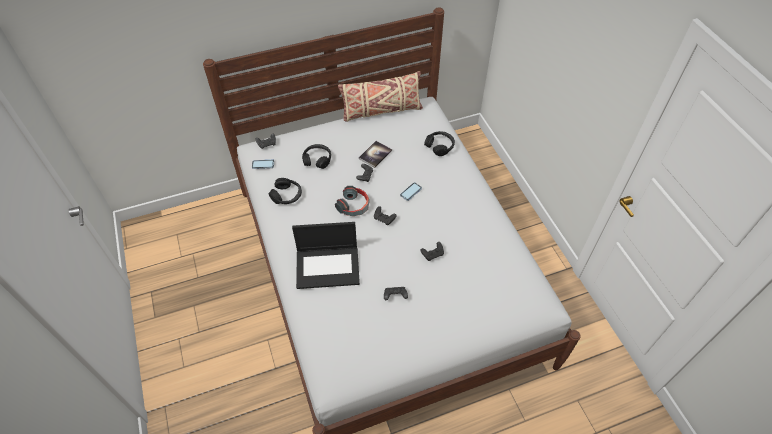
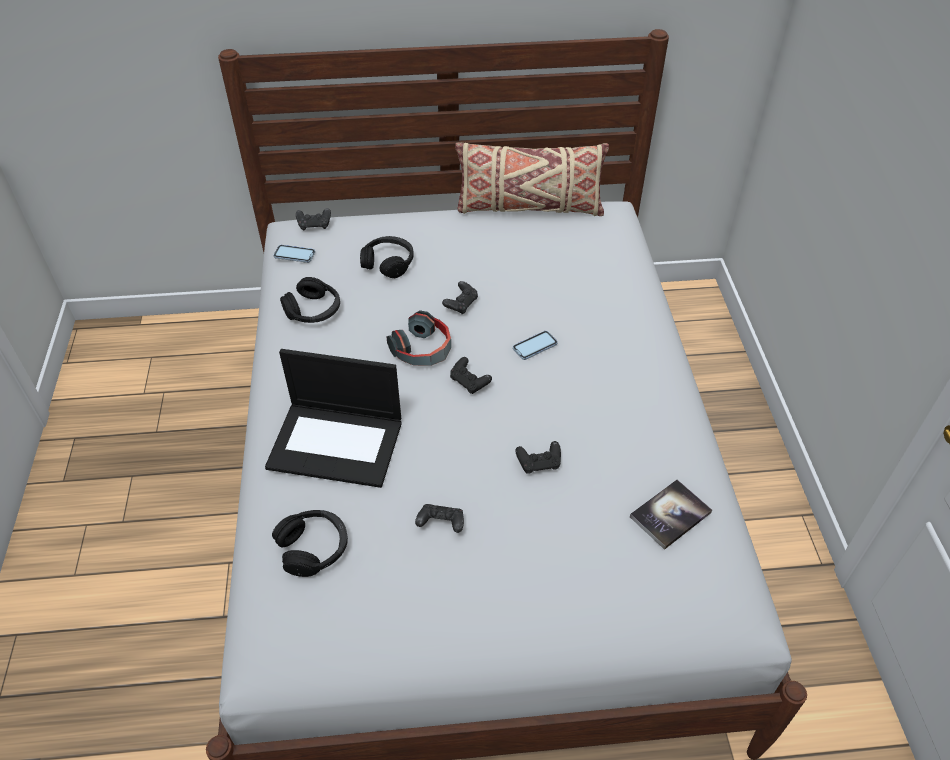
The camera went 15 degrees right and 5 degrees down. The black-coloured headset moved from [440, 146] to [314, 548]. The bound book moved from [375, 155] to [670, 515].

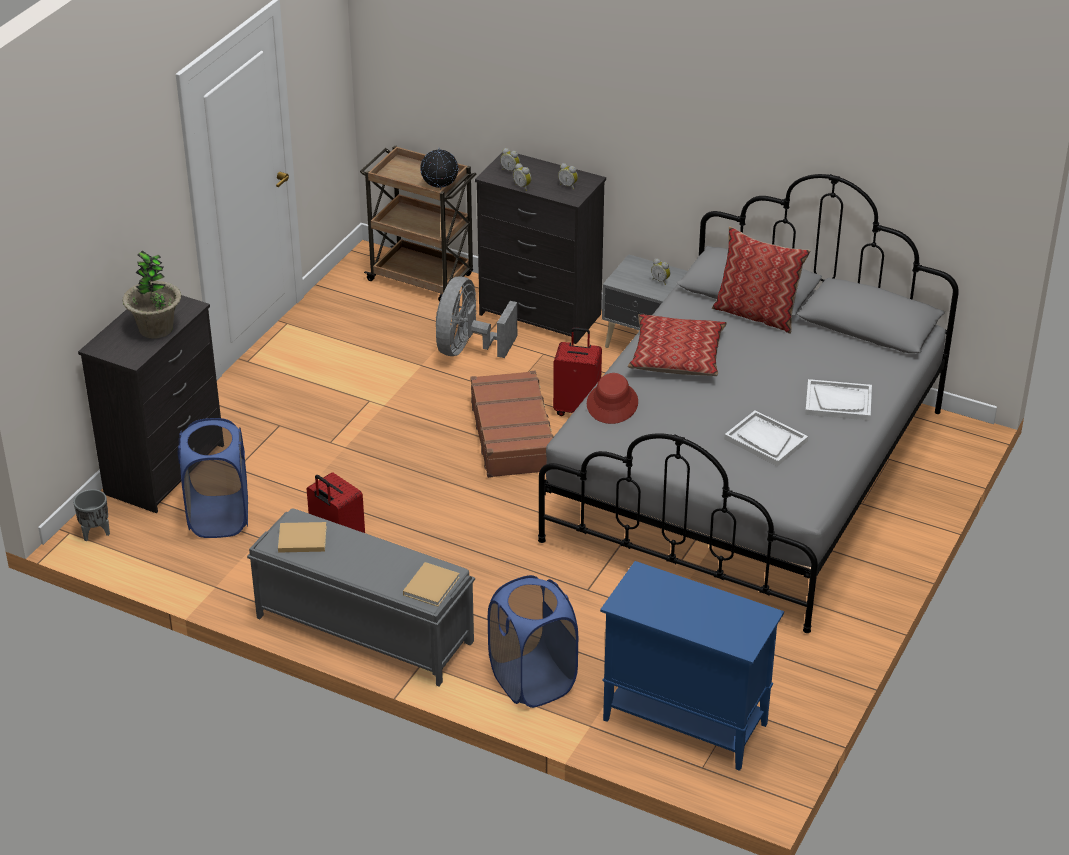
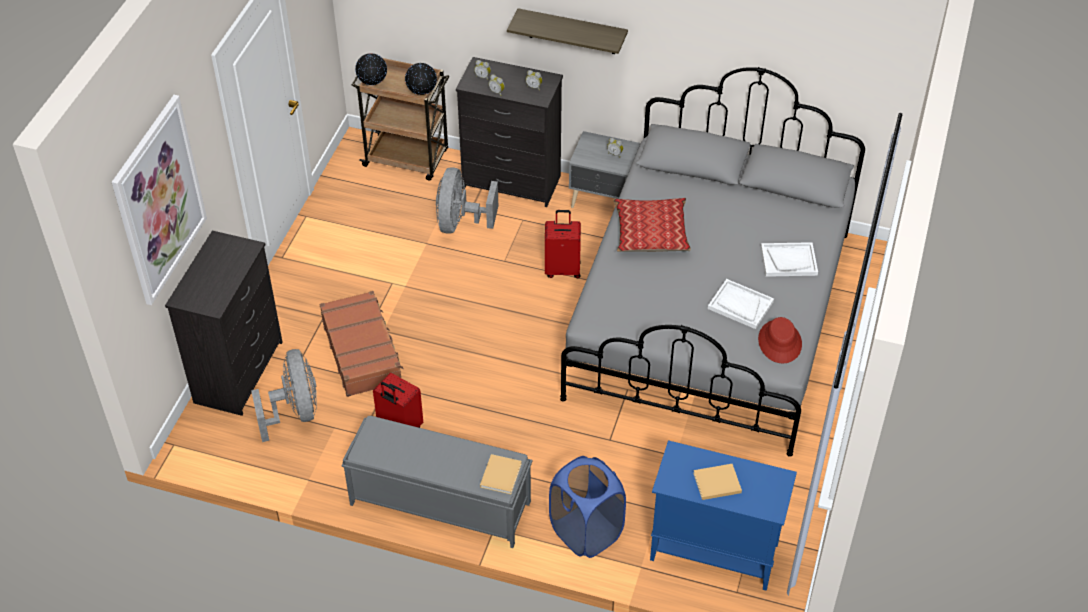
The camera went 10 degrees left and 10 degrees up. The picture at [159, 200] appeared. The blue laundry basket at [219, 517] was replaced by the greyish electric fan at [295, 412]. The brown piece of luggage moved from [513, 436] to [362, 351]. The globe at [372, 84] appeared. The bracket shelf at [572, 32] appeared. The sand-coloured bound book moved from [300, 539] to [715, 483]. The red-coloured clothing hat moved from [612, 403] to [780, 342]. The greyish flower pot at [95, 533] disappeared. The potted plant at [156, 329] disappeared. The cushion at [757, 314] disappeared.

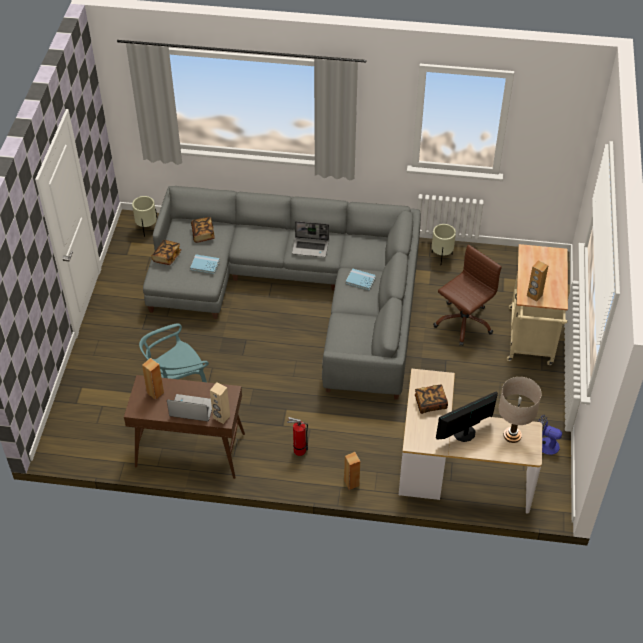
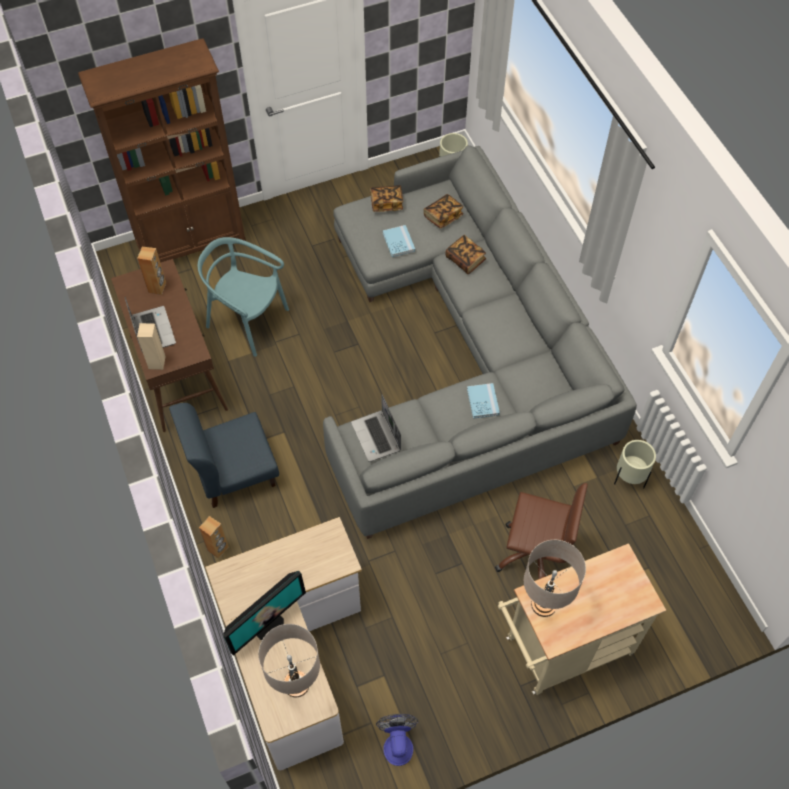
The camera went 60 degrees right and 10 degrees up. The brown bookshelf at [192, 243] appeared. The fire-fighting cylinder at [298, 450] was replaced by the blue chair at [234, 472]. The computer screen at [464, 433] turned 105 degrees clockwise. The laptop moved from [311, 247] to [377, 437]. The bound book moved from [430, 403] to [465, 260]. The brown loudspeaker at [534, 295] was replaced by the sand-coloured tabletop lamp at [544, 605].

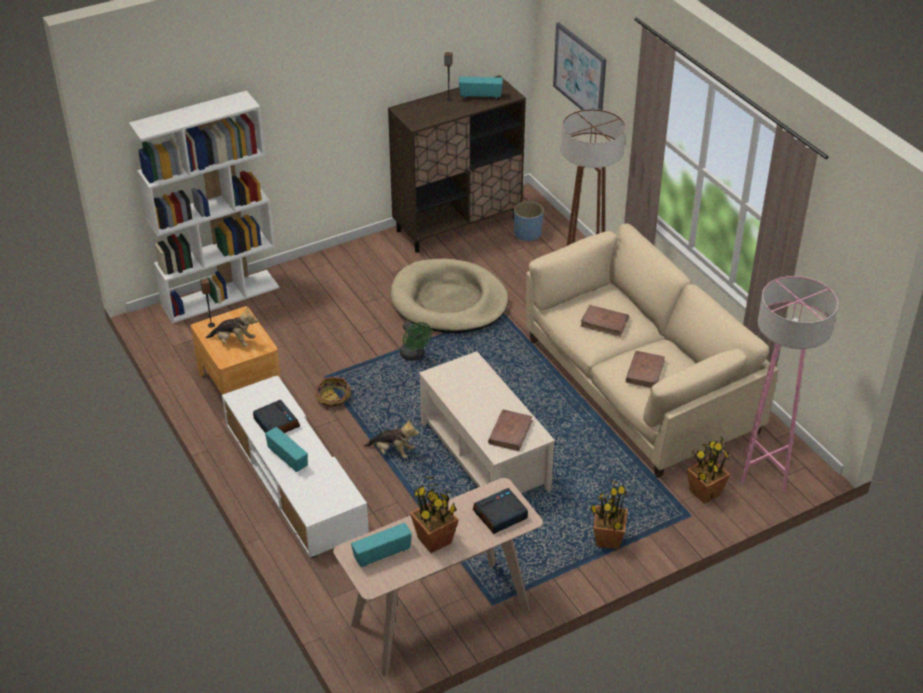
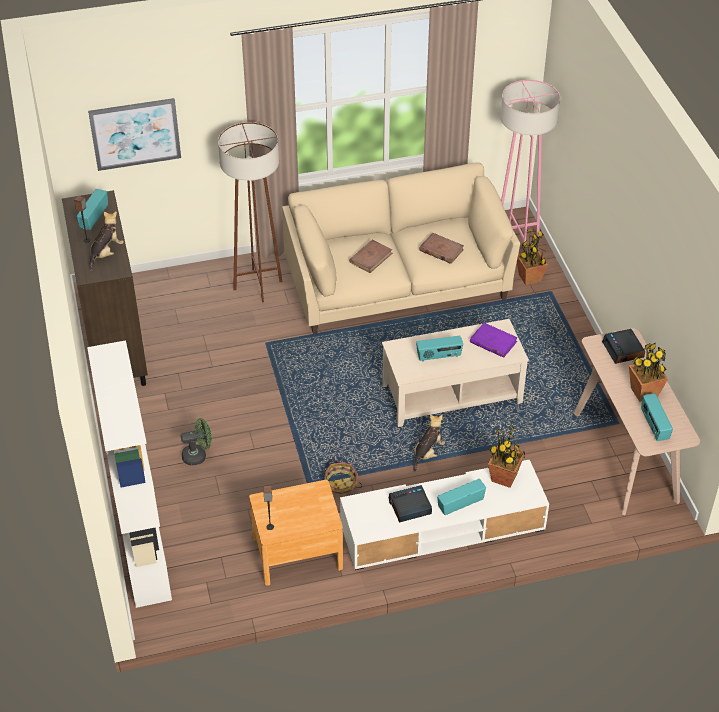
The camera went 75 degrees left and 5 degrees up. The soft toy moved from [234, 342] to [106, 253]. The green-coloured electric fan moved from [414, 356] to [198, 455]. The radio set at [439, 356] appeared. The brown bound book at [510, 432] became the purplish bound book at [493, 342]. The potted plant moved from [608, 540] to [504, 477]. The sand-coloured dog cushion at [449, 301] disappeared. The blue flower pot at [528, 234] disappeared.

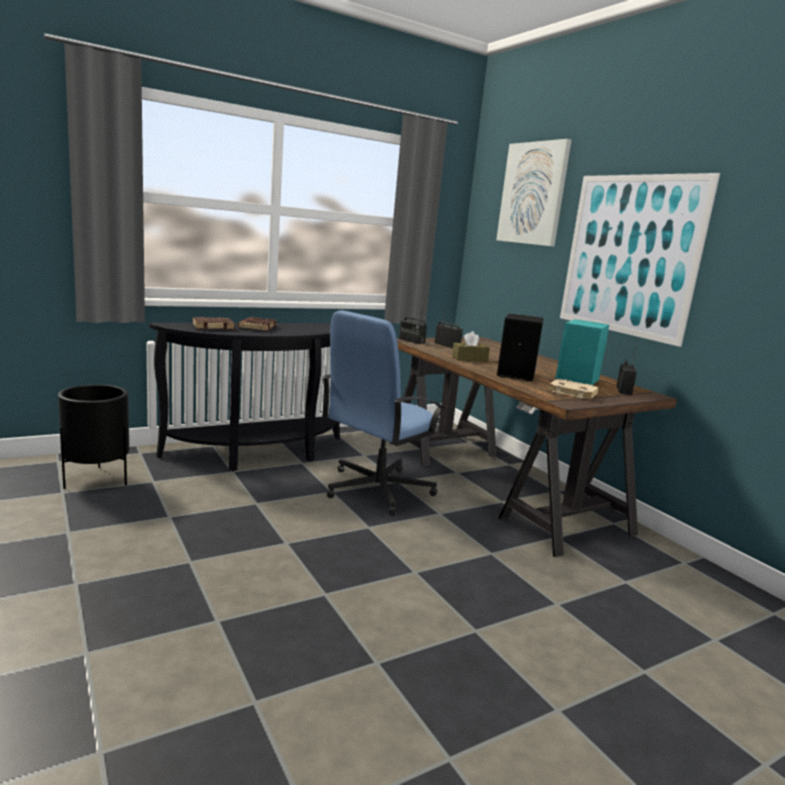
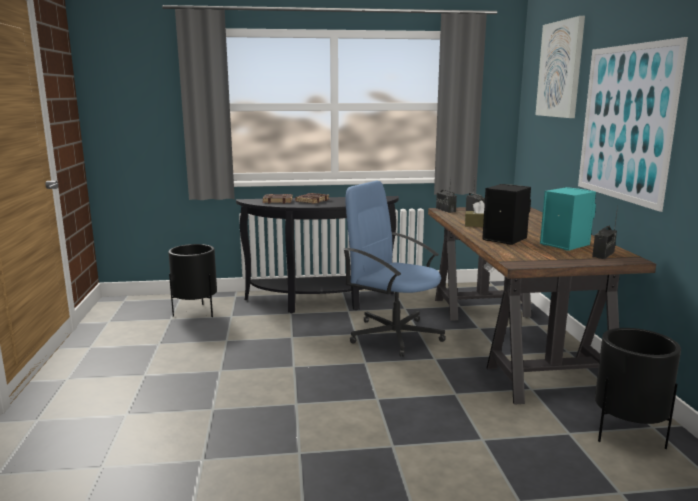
The camera went 25 degrees right and 0 degrees up. The blue office chair at [376, 489] turned 60 degrees clockwise. The black-coloured flower pot at [627, 435] appeared. The sand-coloured bound book at [573, 393] disappeared.

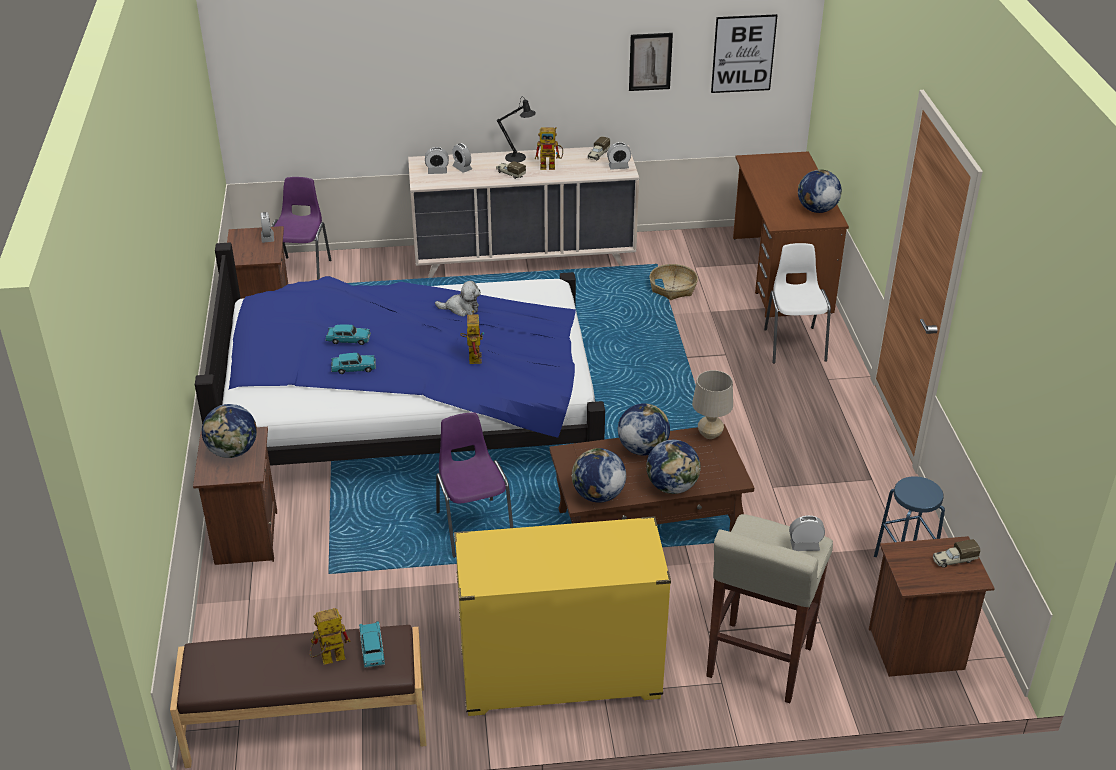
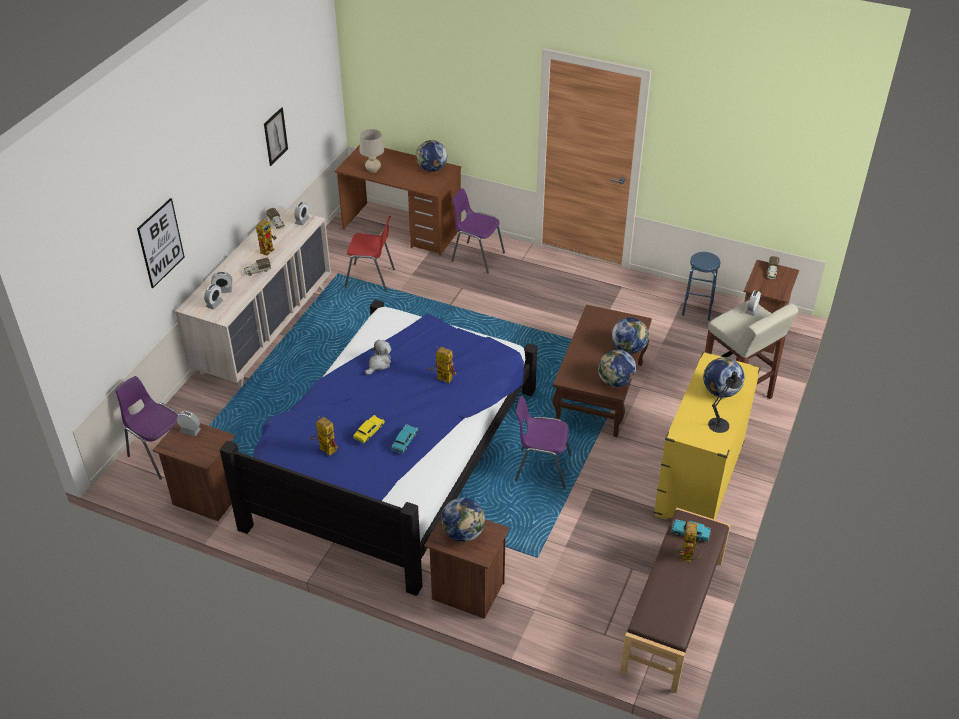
The camera went 60 degrees left and 5 degrees up. The picture moved from [743, 53] to [161, 243]. The model robot at [324, 449] appeared. The basket at [672, 288] was replaced by the red-coloured chair at [371, 278]. The turquoise miniature car at [348, 340] became the yellow miniature car at [369, 432]. The sand-coloured tabletop lamp moved from [710, 434] to [373, 170]. The white-coloured chair at [794, 344] became the purplish chair at [476, 257]. The globe moved from [642, 449] to [720, 391]. The black-coloured tabletop lamp moved from [518, 158] to [720, 423].

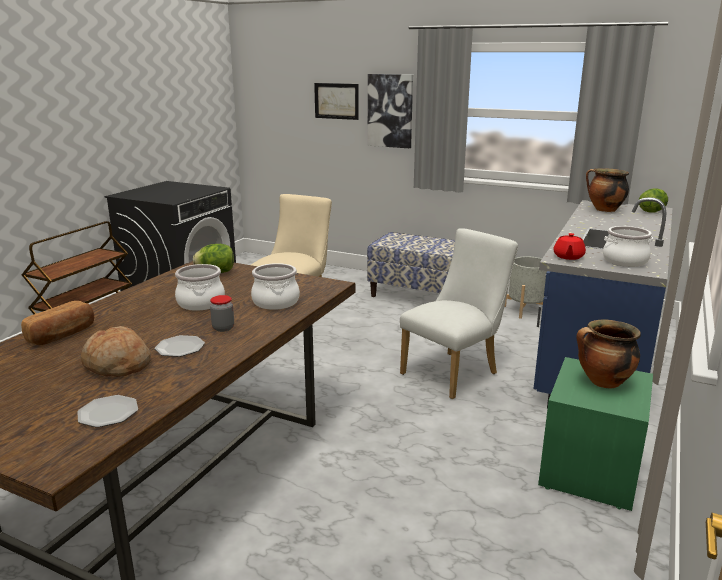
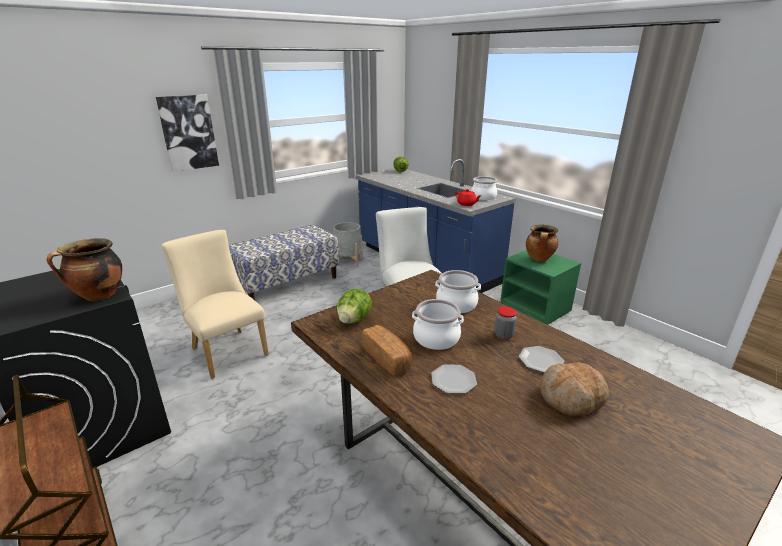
The camera went 65 degrees left and 5 degrees up. The cooking pot moved from [604, 210] to [98, 296]. The bread moved from [62, 335] to [387, 358]. The dinner plate moved from [107, 413] to [453, 381]. The picture at [336, 101] disappeared.

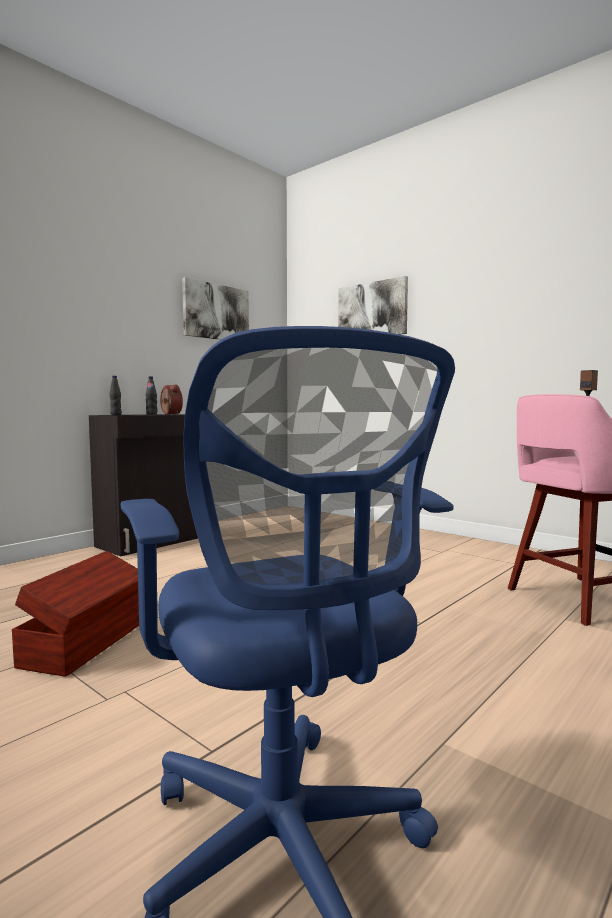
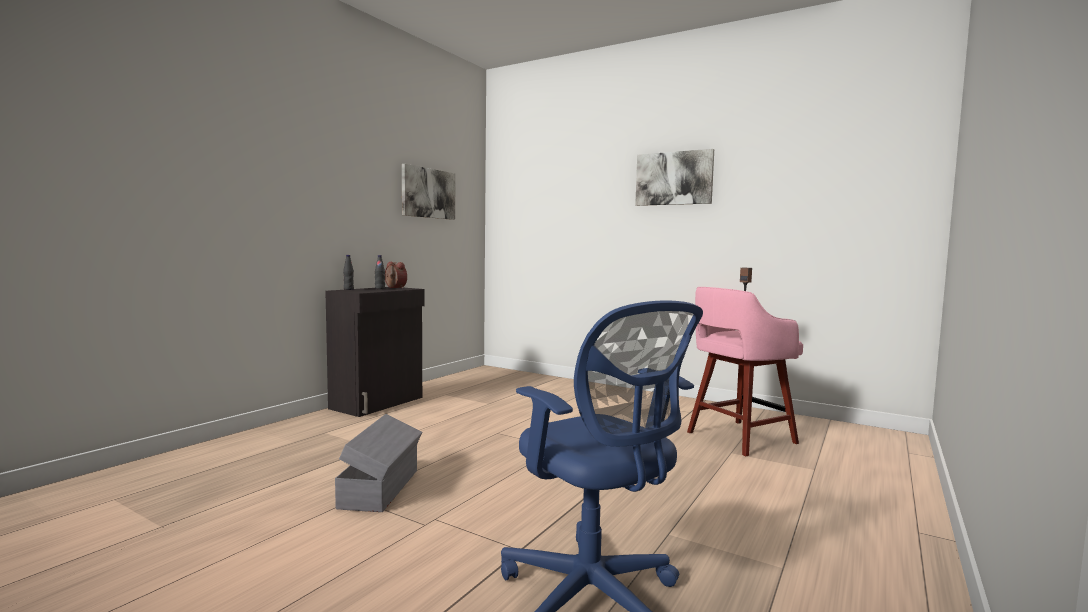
The camera went 10 degrees left and 0 degrees up. The brown storage container at [87, 643] became the greyish storage container at [381, 488]. The picture moved from [372, 310] to [674, 178].

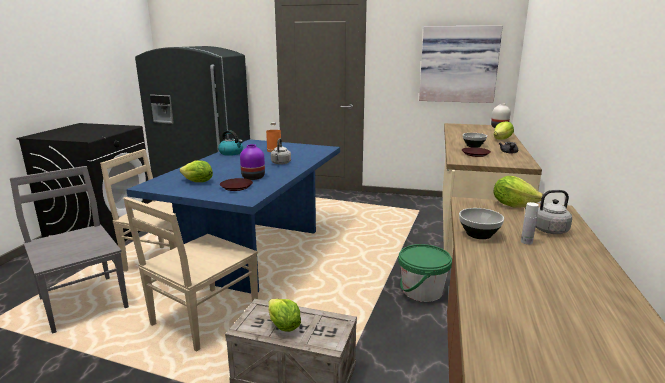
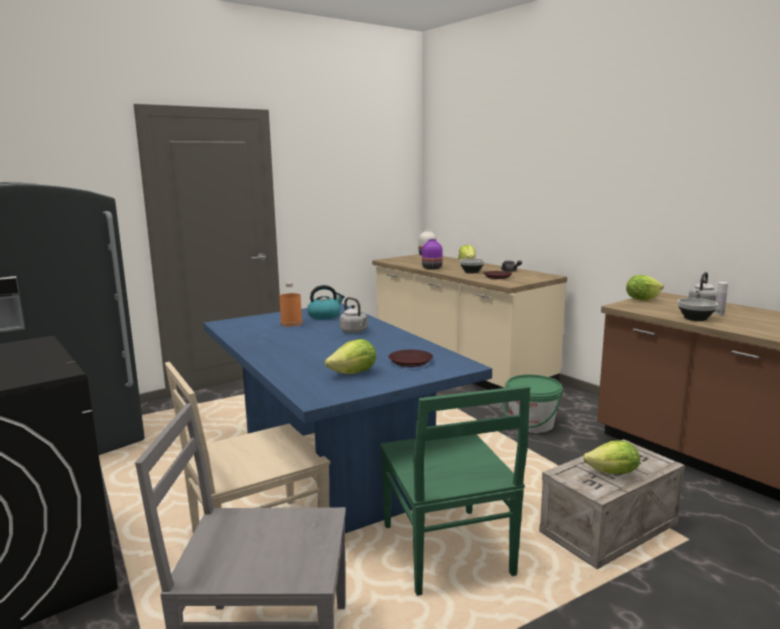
The camera went 50 degrees left and 5 degrees down. The kettle moved from [231, 153] to [325, 316]. The sand-coloured chair at [203, 319] became the green-coloured chair at [447, 552]. The purplish vase moved from [252, 177] to [431, 268]. The picture at [458, 64] disappeared.

